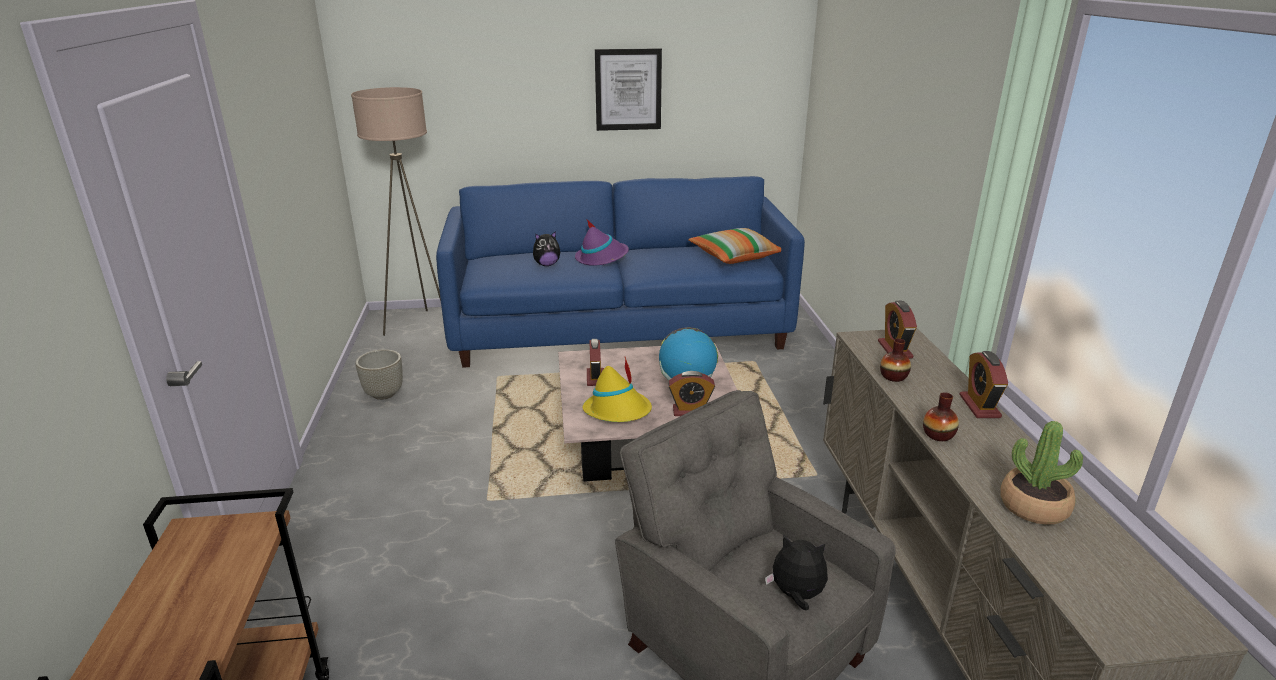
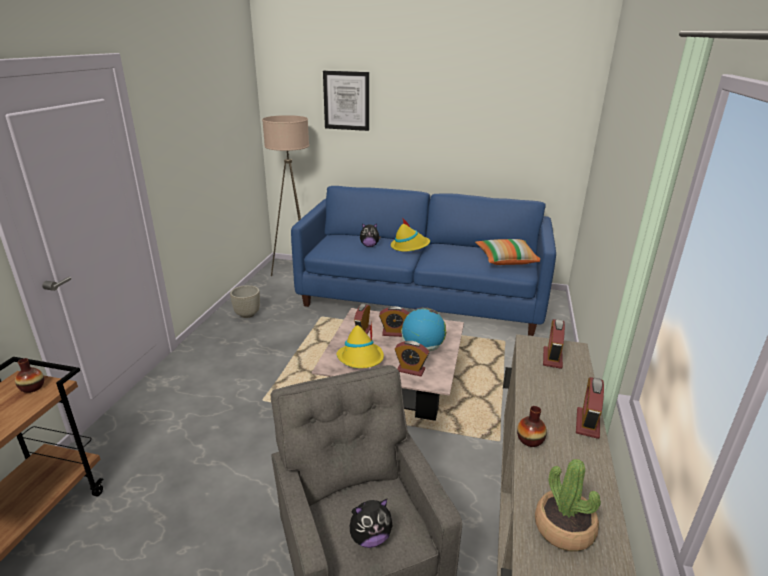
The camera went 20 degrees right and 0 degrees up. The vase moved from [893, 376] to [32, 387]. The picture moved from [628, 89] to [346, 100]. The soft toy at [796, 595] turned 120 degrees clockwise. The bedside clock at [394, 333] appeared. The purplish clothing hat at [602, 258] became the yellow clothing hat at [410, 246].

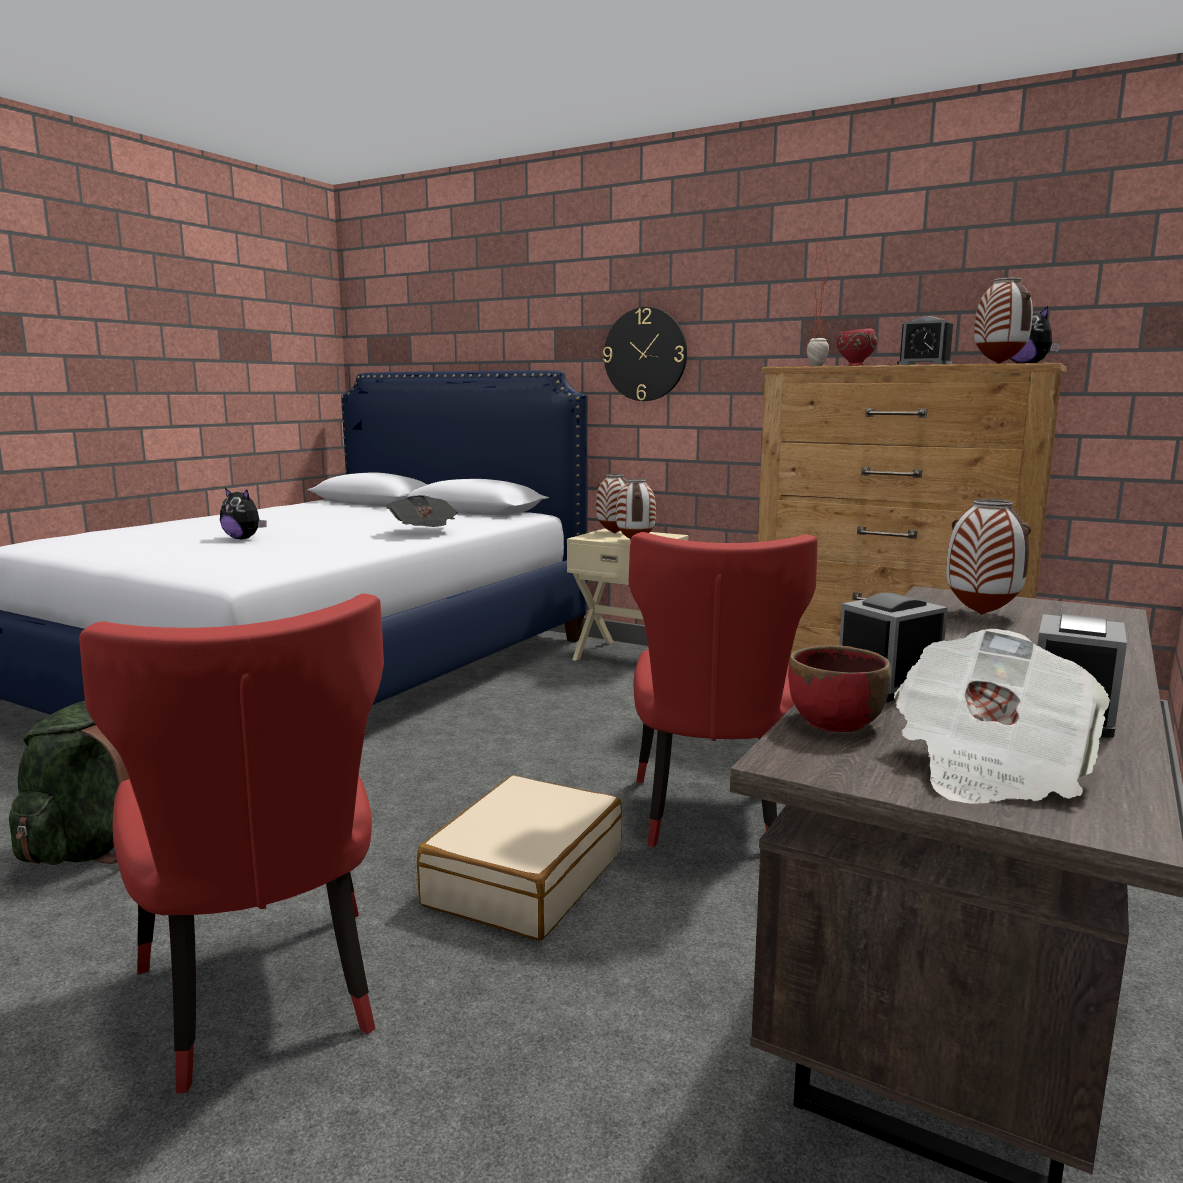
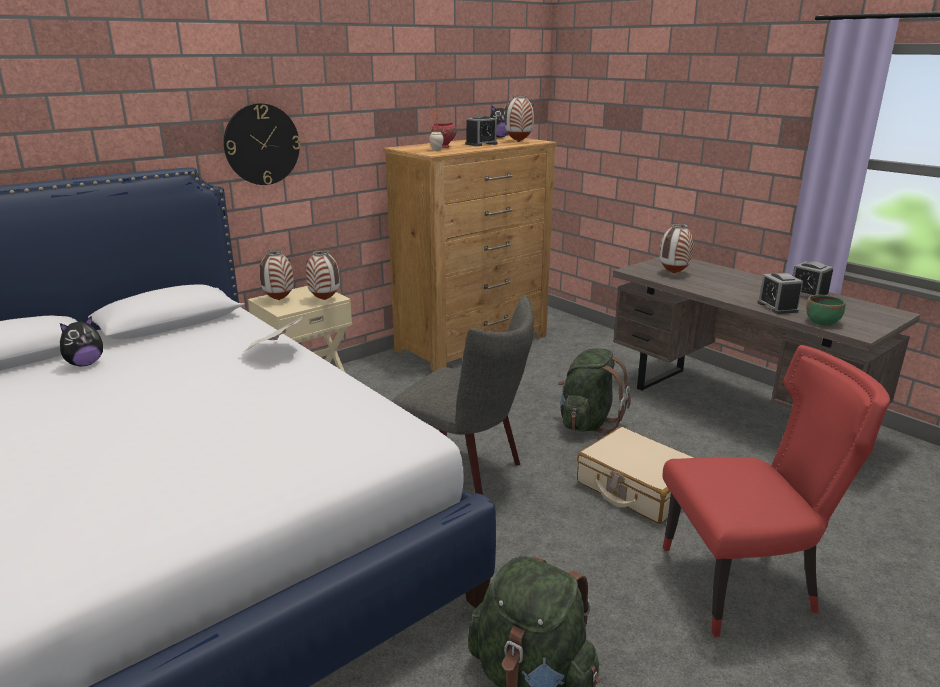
The camera went 70 degrees left and 10 degrees up. The soft toy moved from [243, 539] to [85, 364]. The greyish chair at [466, 471] appeared. The red-coloured chair at [710, 817] was replaced by the green-coloured knapsack at [587, 423]. The red-coloured bowl at [835, 722] became the green-coloured bowl at [822, 322]. The printed paper at [989, 766] disappeared.

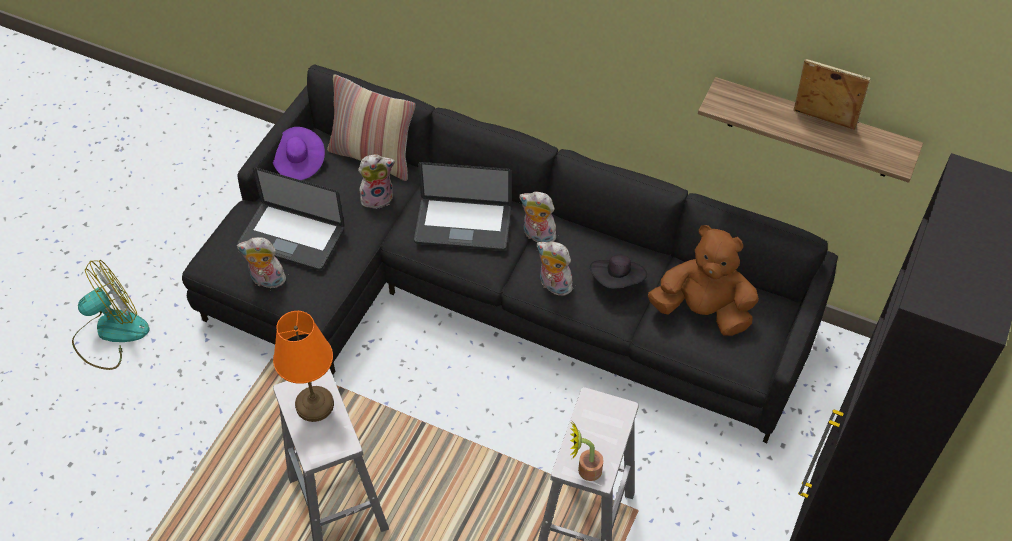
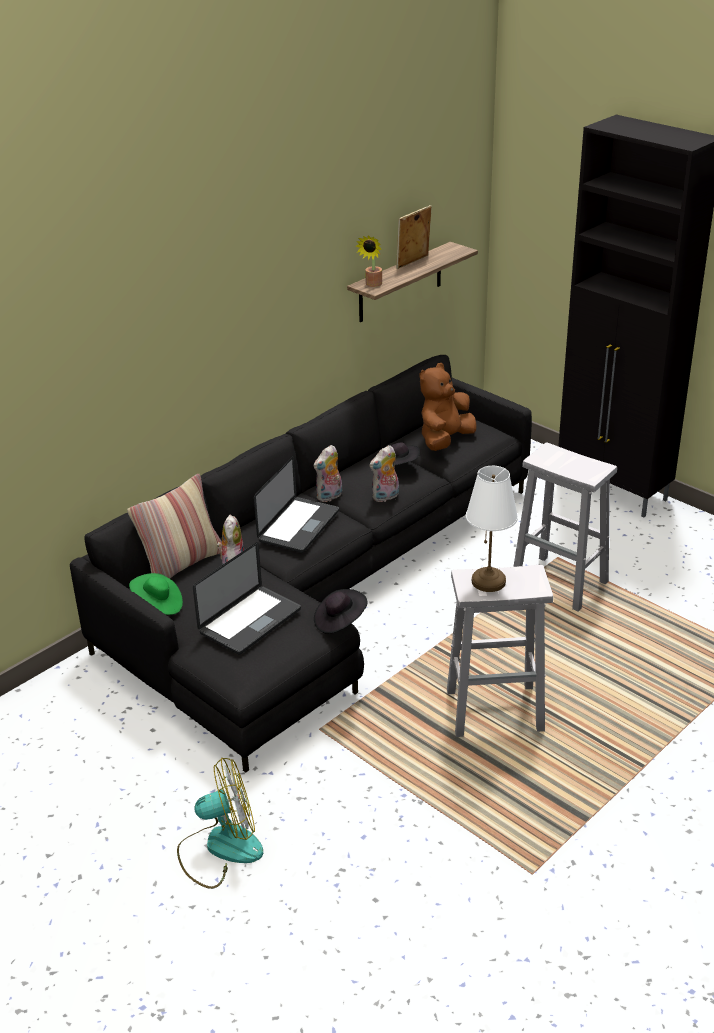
The camera went 70 degrees left and 20 degrees down. The purplish clothing hat at [299, 162] became the green-coloured clothing hat at [158, 605]. The electric fan at [110, 333] turned 90 degrees clockwise. The black-coloured clothing hat at [339, 621] appeared. The potted plant moved from [584, 470] to [372, 285]. The orange tabletop lamp at [315, 405] became the white-coloured tabletop lamp at [489, 581]. The soft toy at [266, 281] disappeared.

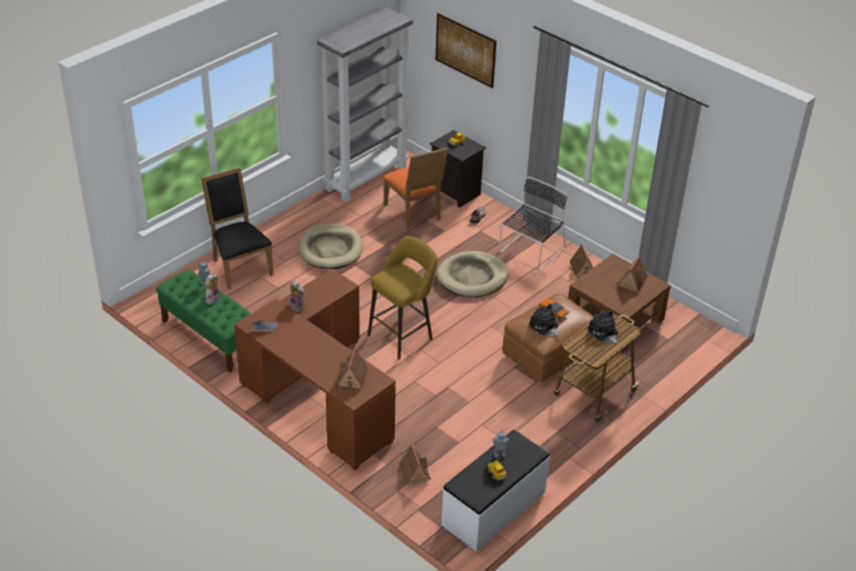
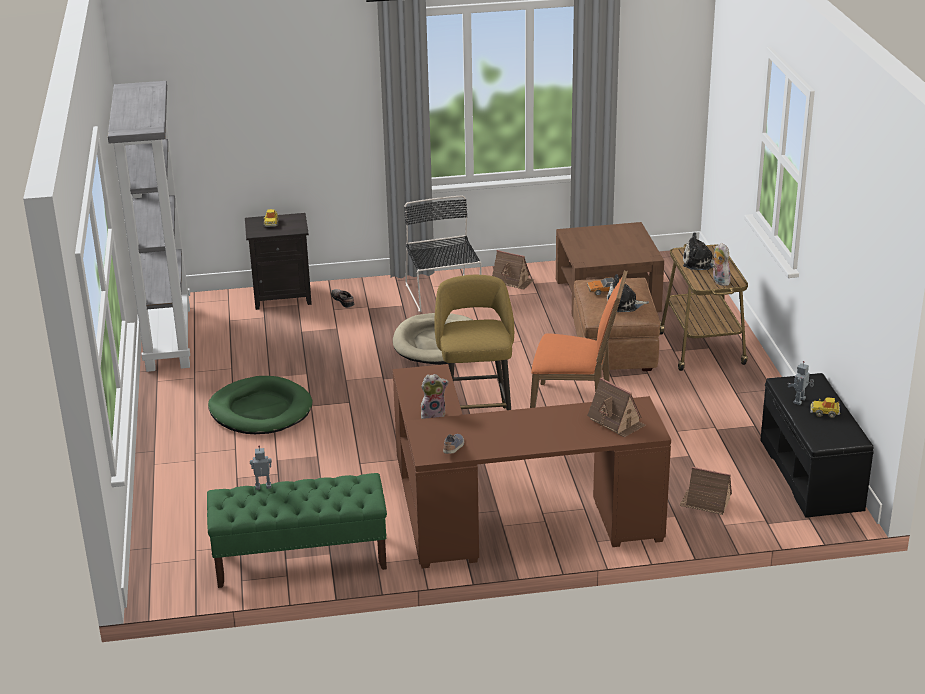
The camera went 50 degrees left and 10 degrees down. The sand-coloured dog cushion at [330, 249] became the green-coloured dog cushion at [260, 410]. The orange chair moved from [415, 213] to [575, 404]. The soft toy moved from [212, 298] to [719, 281]. The white-coloured indoor bench at [494, 508] became the black-coloured indoor bench at [812, 474]. The black-coloured chair at [239, 266] disappeared. The picture at [465, 50] disappeared. The model house at [632, 281] disappeared.

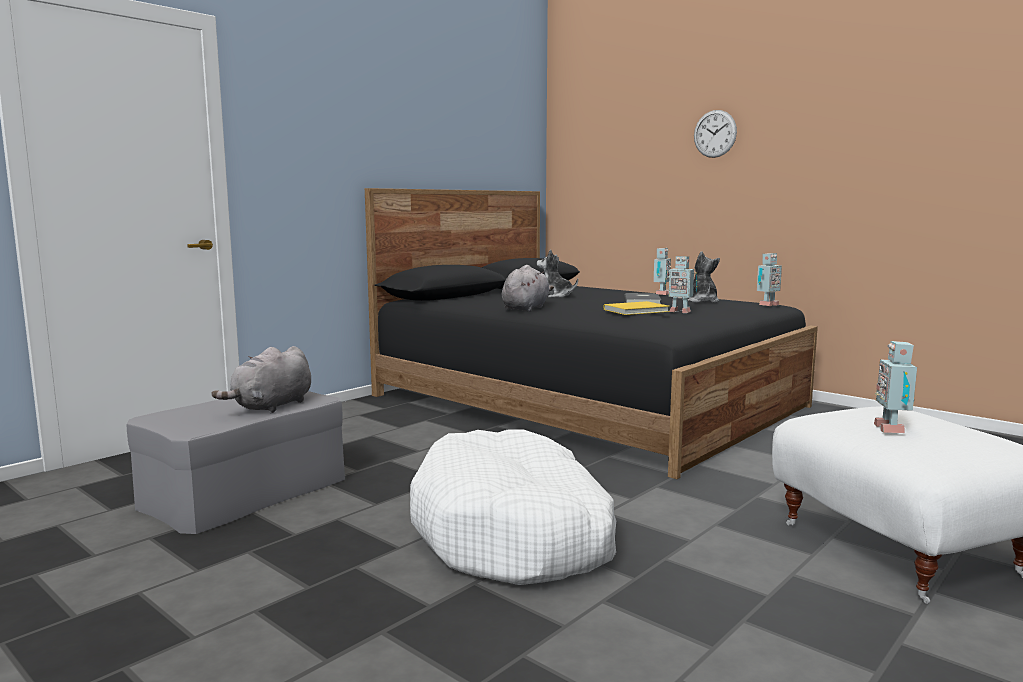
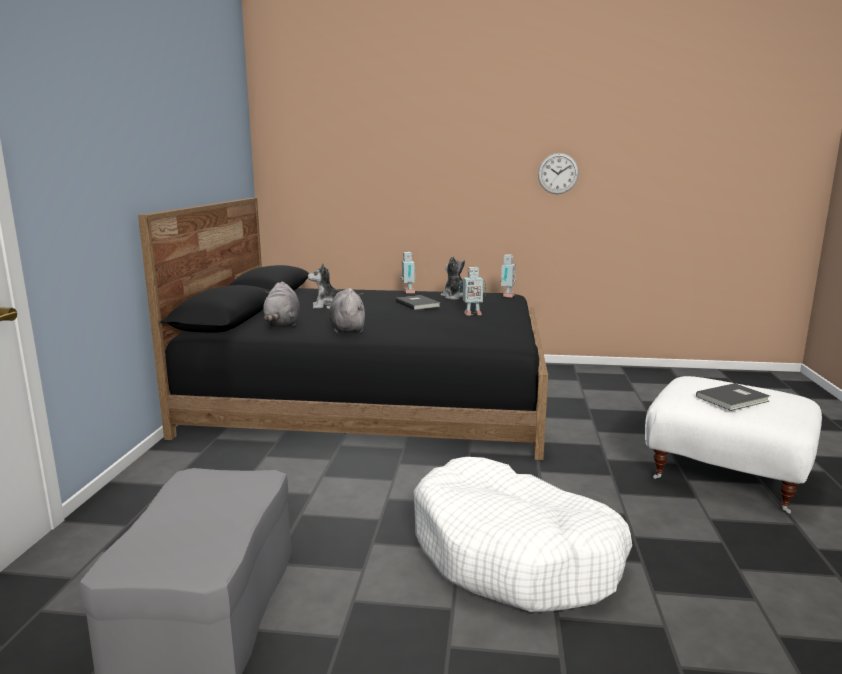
The camera went 35 degrees left and 5 degrees up. The greyish soft toy moved from [271, 406] to [282, 324]. The wall clock moved from [715, 134] to [558, 173]. The model robot at [891, 429] was replaced by the greyish bound book at [734, 399]. The yellow bound book at [637, 310] disappeared.

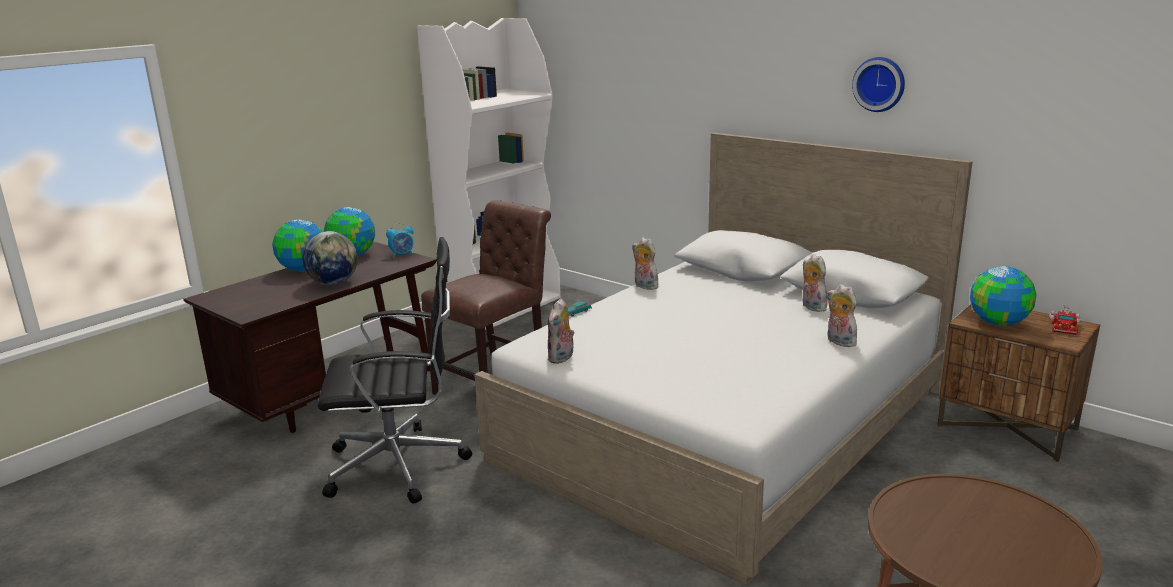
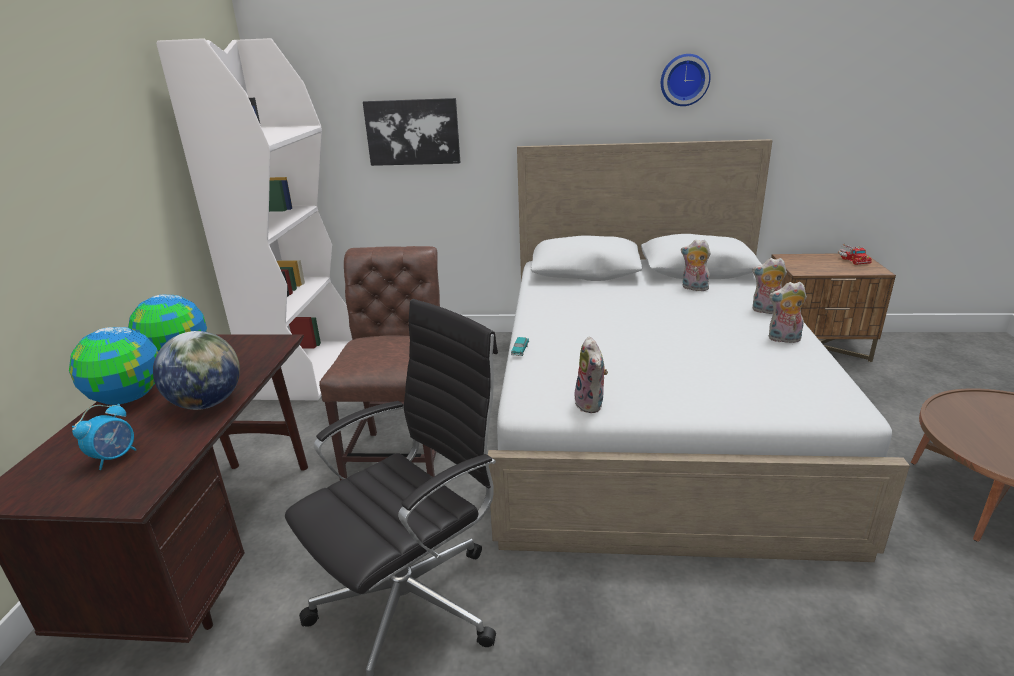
The camera went 35 degrees left and 5 degrees up. The bedside clock moved from [402, 255] to [115, 457]. The picture at [413, 132] appeared. The soft toy moved from [644, 286] to [783, 339]. The globe at [998, 323] disappeared.

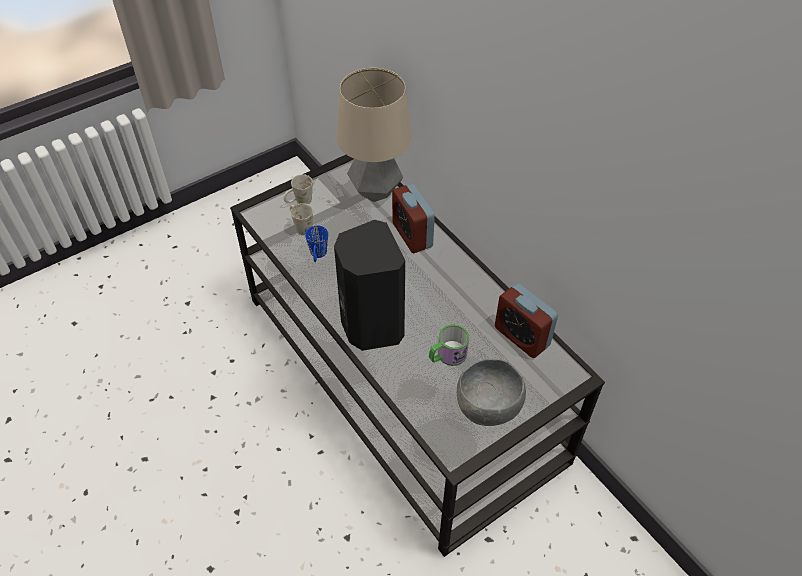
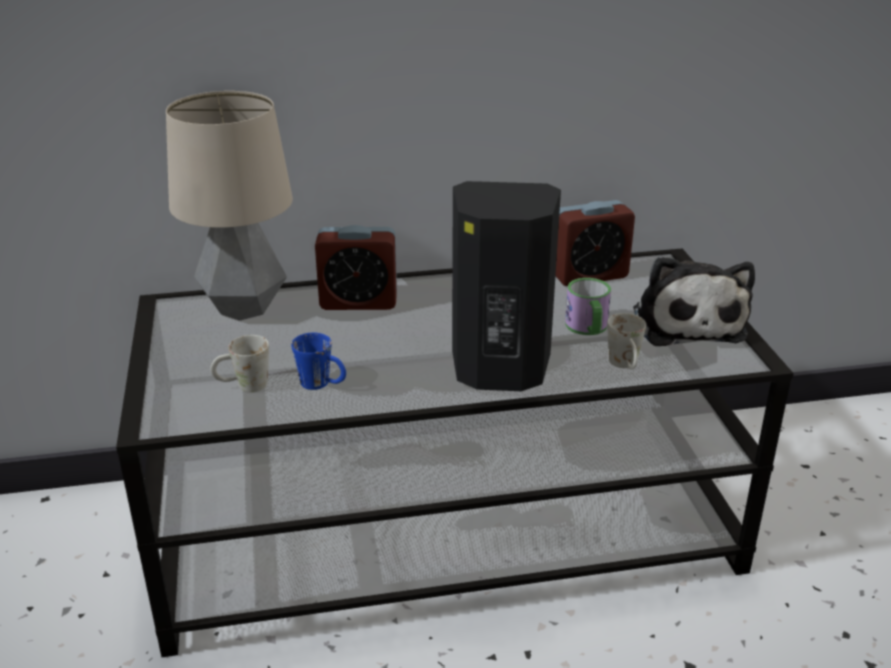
The camera went 65 degrees left and 20 degrees down. The white-coloured coffee mug moved from [299, 202] to [625, 366]. The greyish bowl at [488, 409] was replaced by the soft toy at [686, 322].

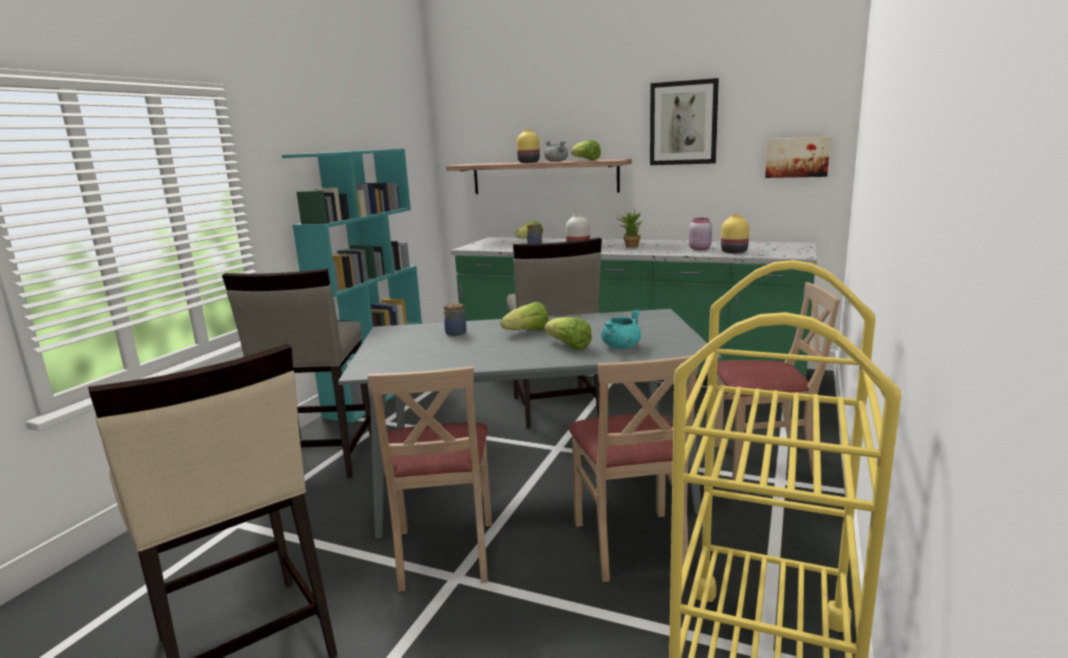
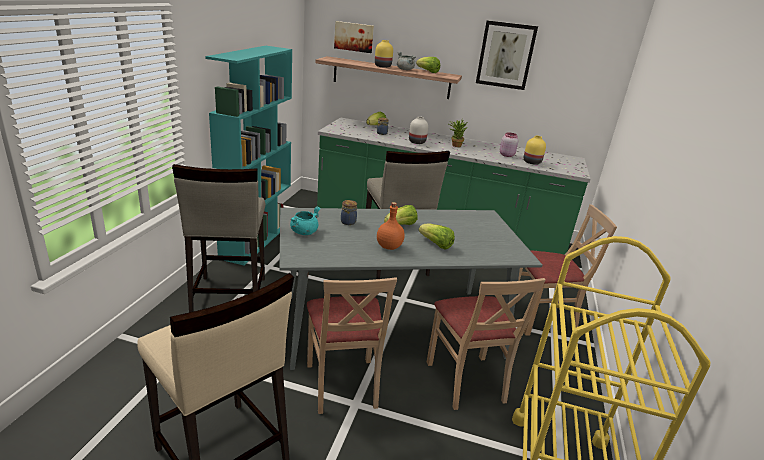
The camera went 10 degrees left and 10 degrees up. The turquoise cooking pot moved from [621, 346] to [304, 232]. The picture moved from [797, 157] to [354, 37]. The orange drink bottle at [389, 246] appeared.

